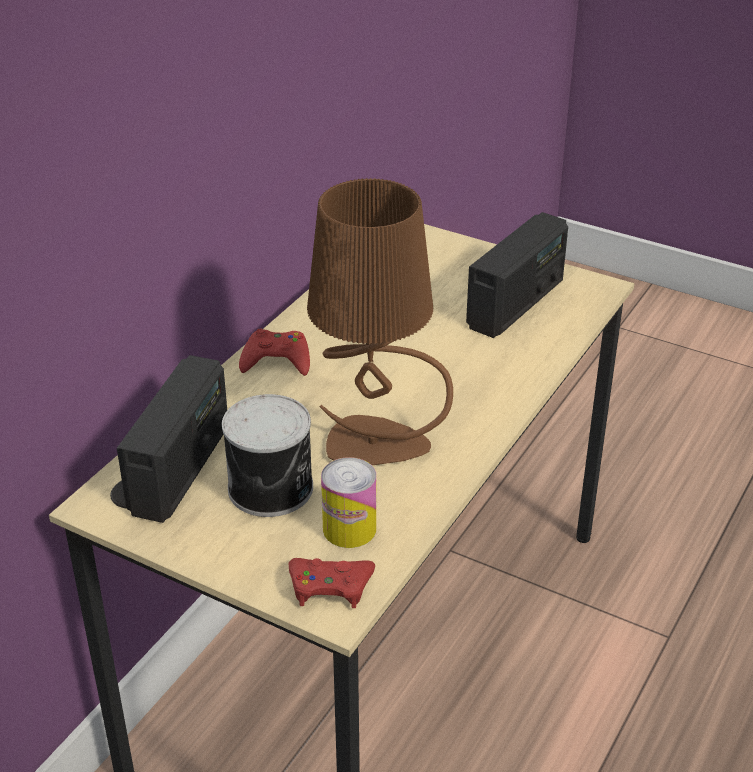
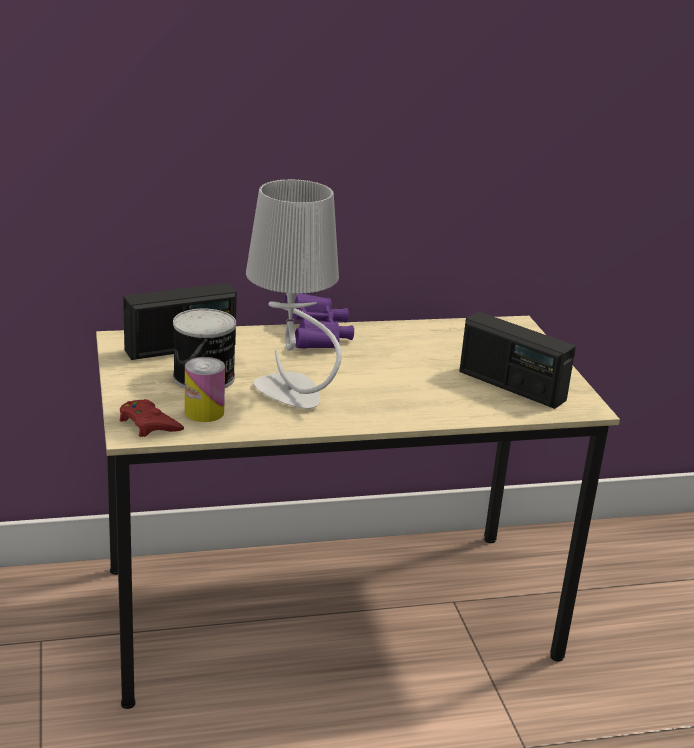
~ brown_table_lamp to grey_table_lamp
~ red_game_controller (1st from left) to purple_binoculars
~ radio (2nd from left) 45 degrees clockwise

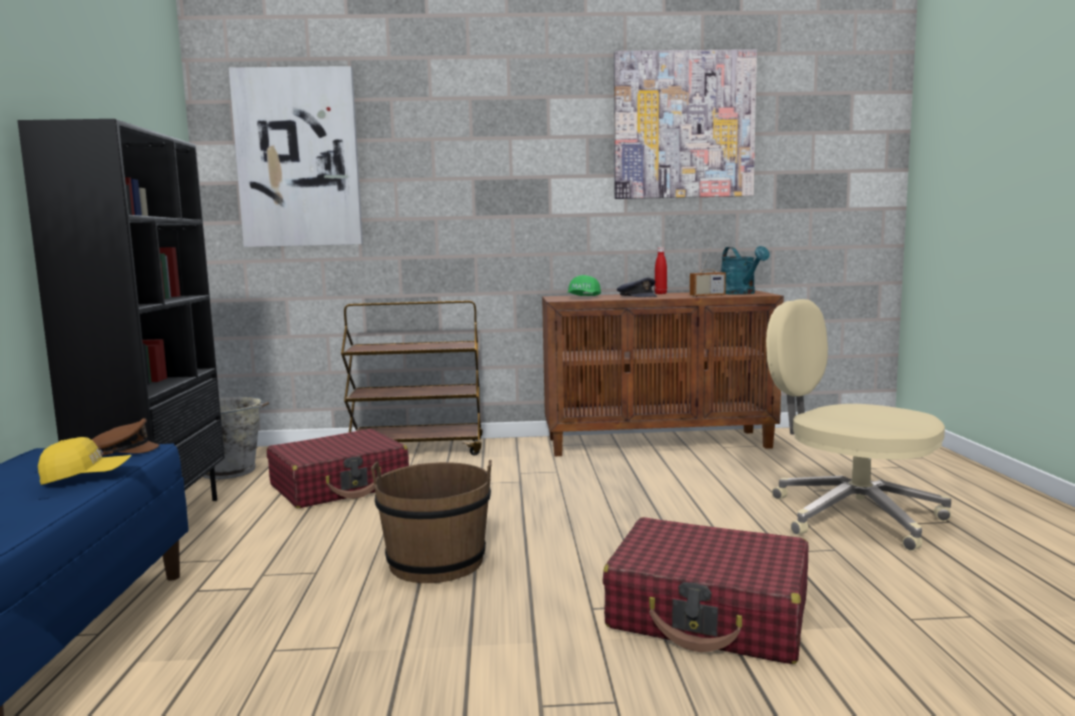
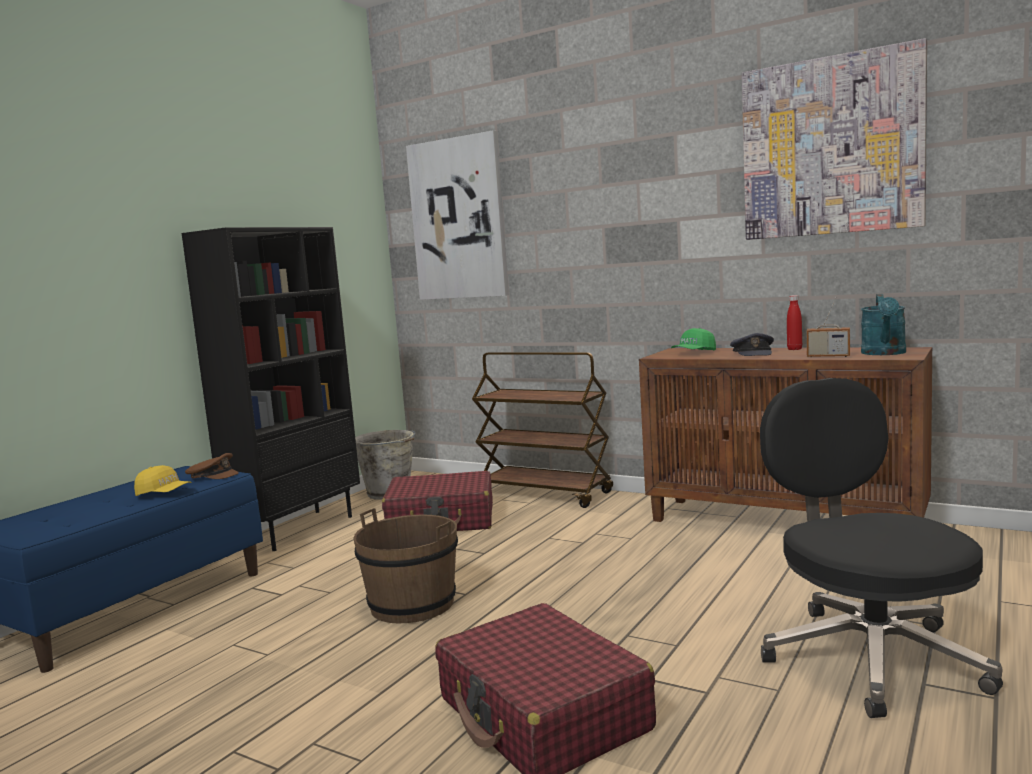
~ beige_office_chair to black_office_chair

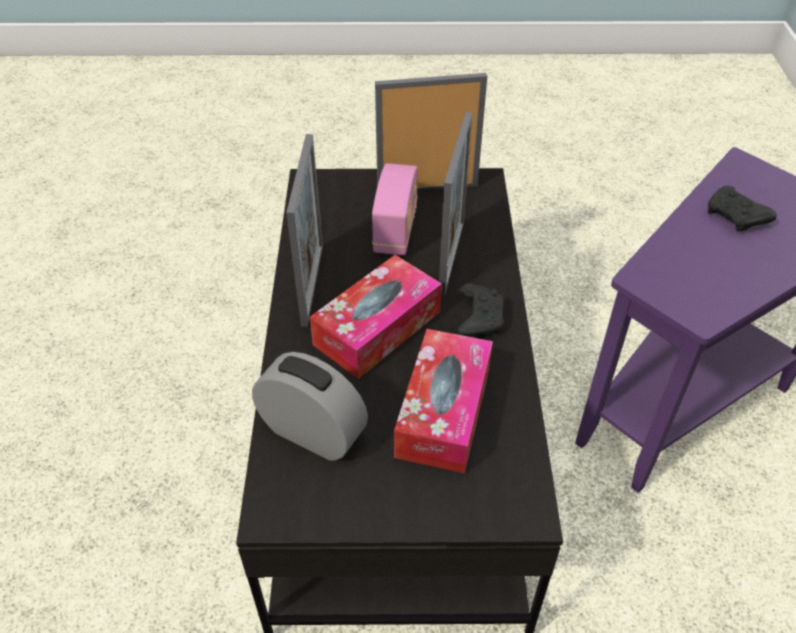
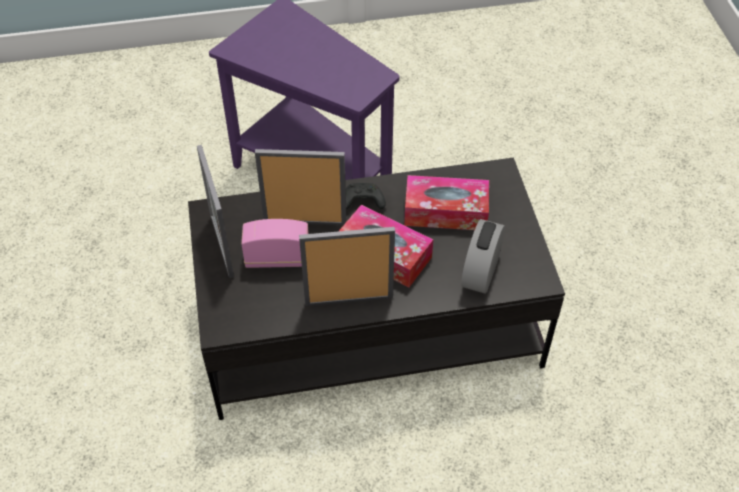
- black_game_controller (2nd from left)

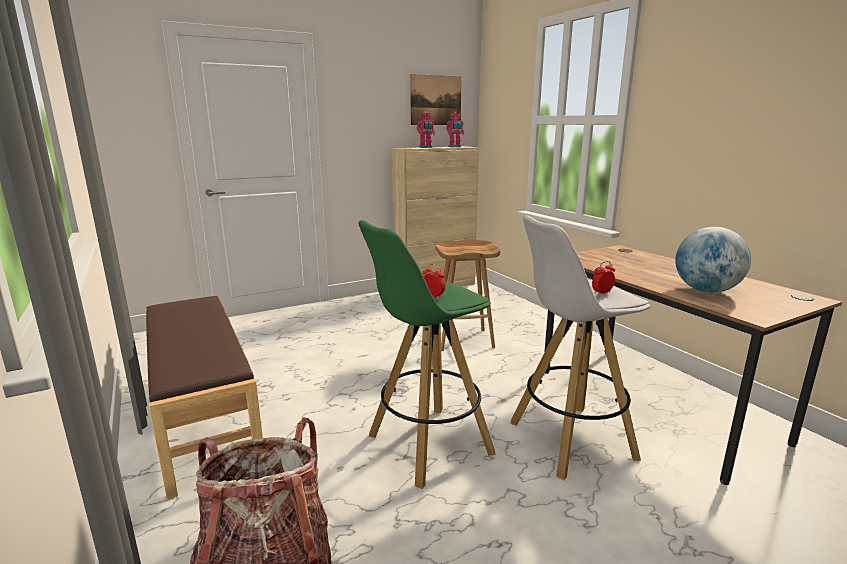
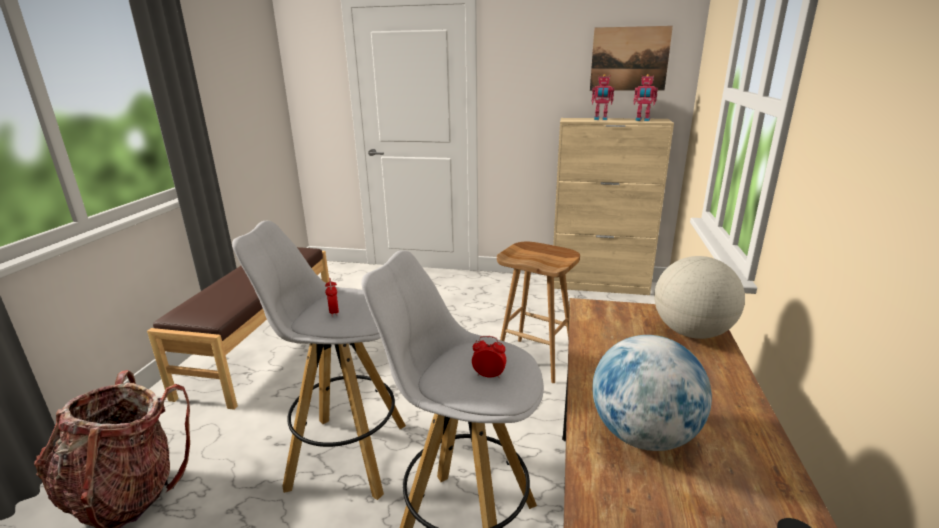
~ green_stool to white_stool (1st from left)
+ globe (2nd from left)

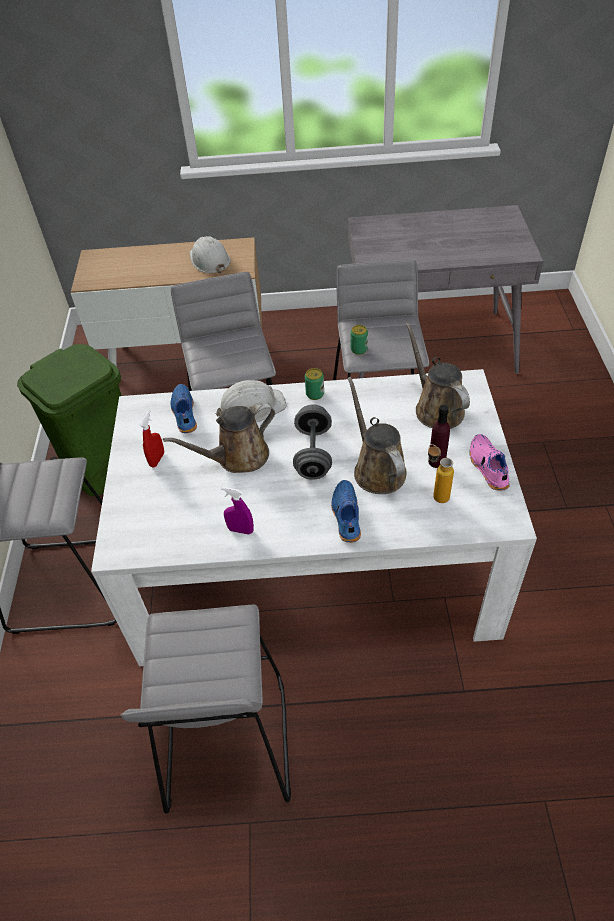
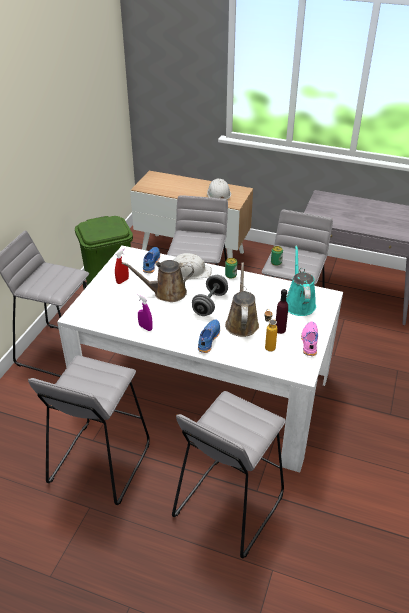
+ grey_stool (4th from left)
~ brown_watering_can (3rd from left) to turquoise_watering_can

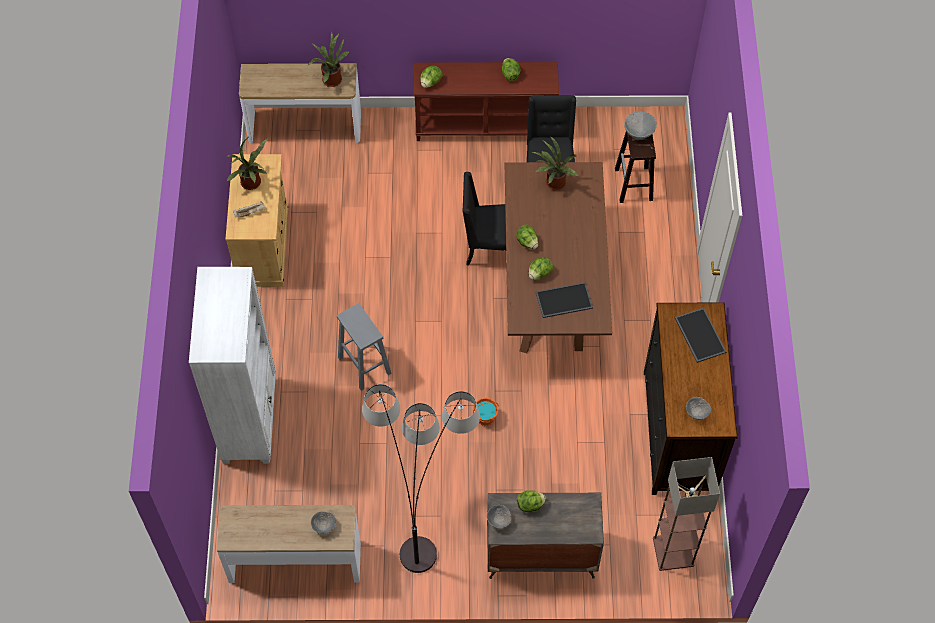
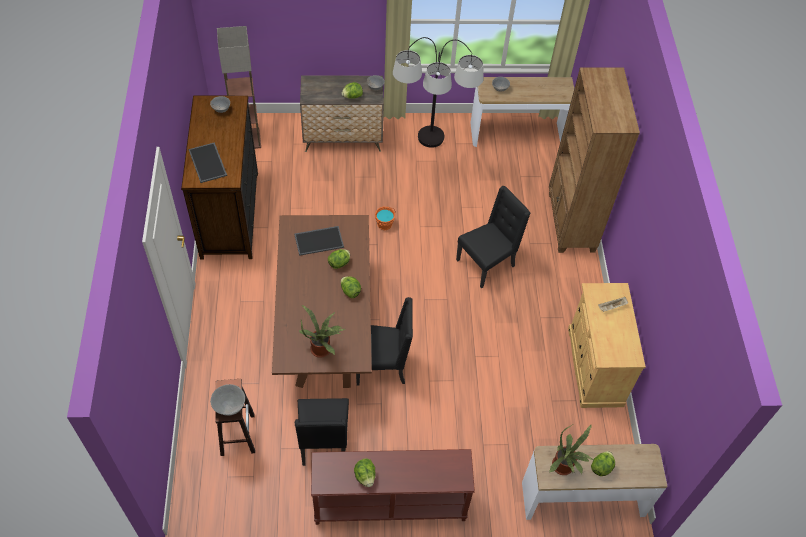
~ grey_stool to black_chair (3rd from left)
~ white_bookcase to brown_bookcase
~ lettuce (1st from left in the first image) to lettuce (5th from left)
- potted_plant (1st from left)

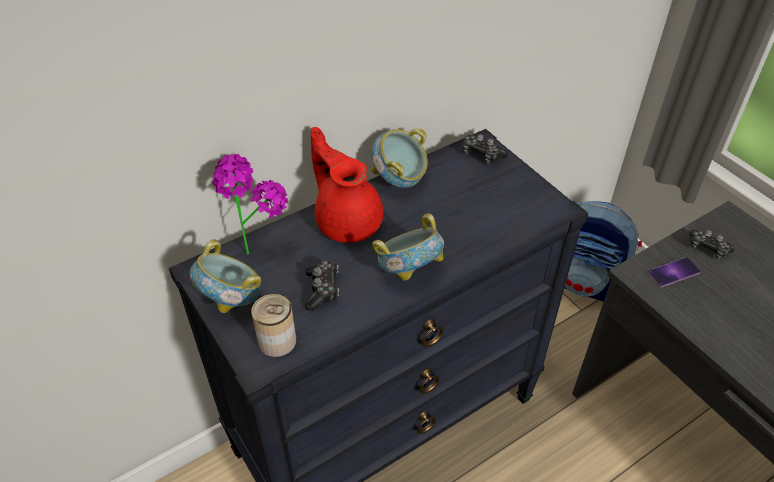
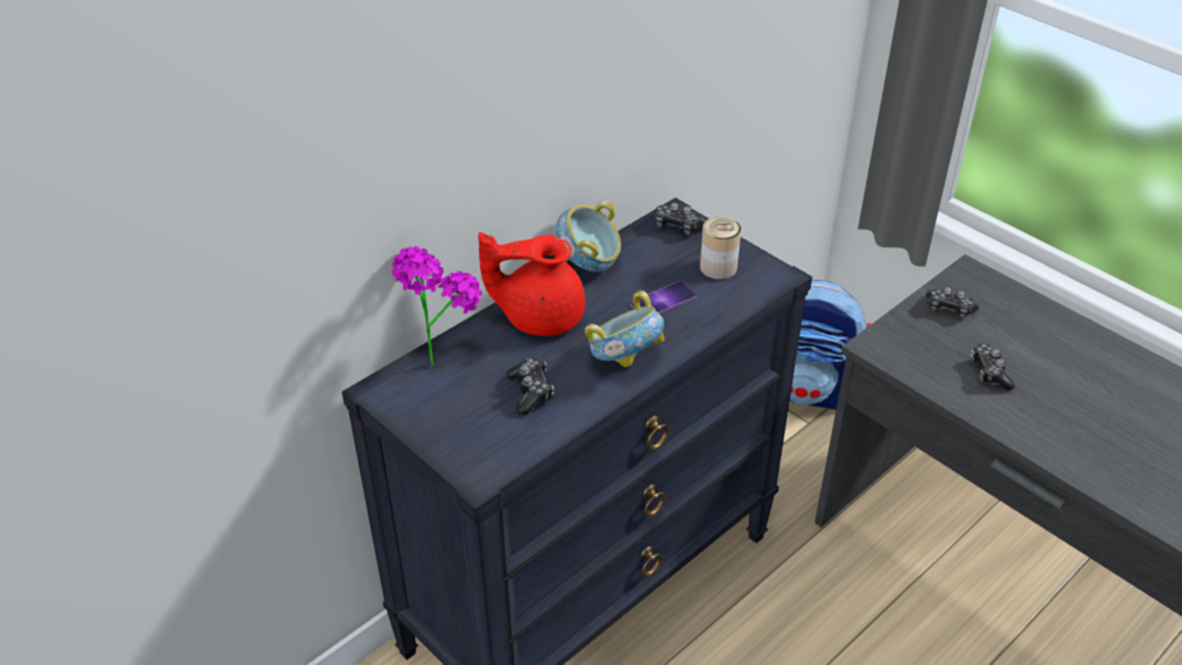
~ red_teapot 45 degrees counterclockwise
~ phone
~ can
+ game_controller (4th from left)
- bowl (1st from left)

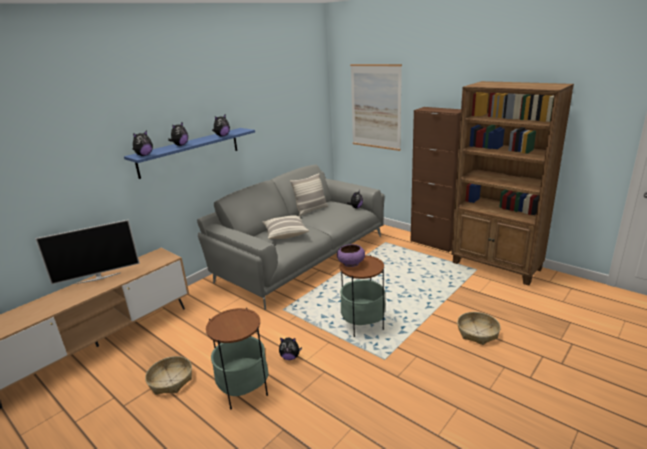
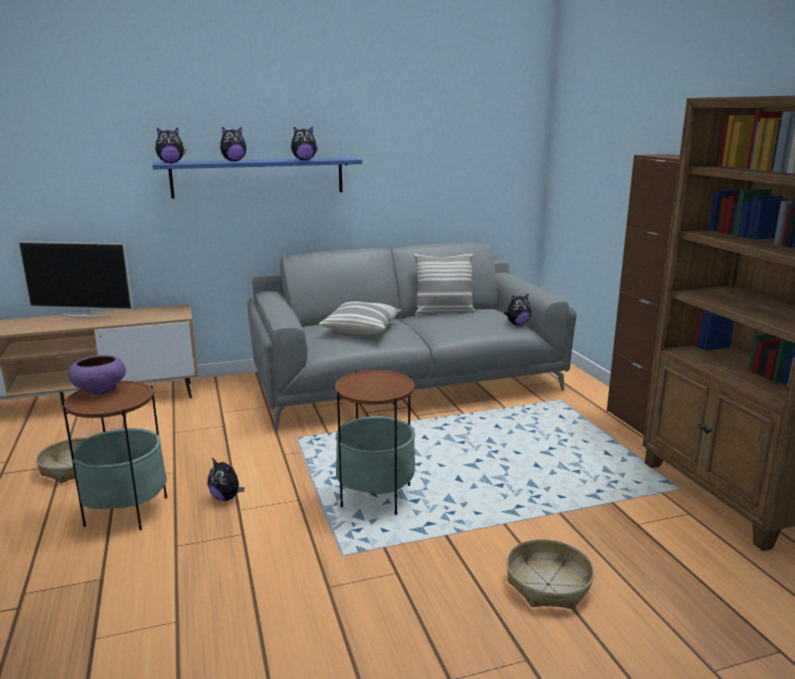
~ purple_bowl
- picture

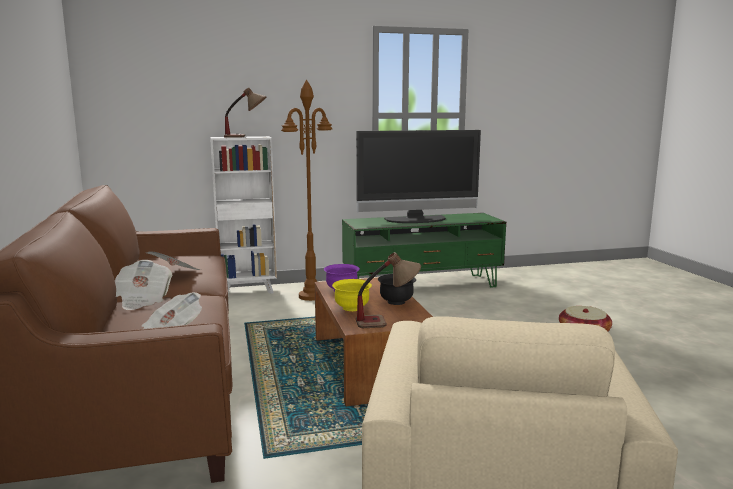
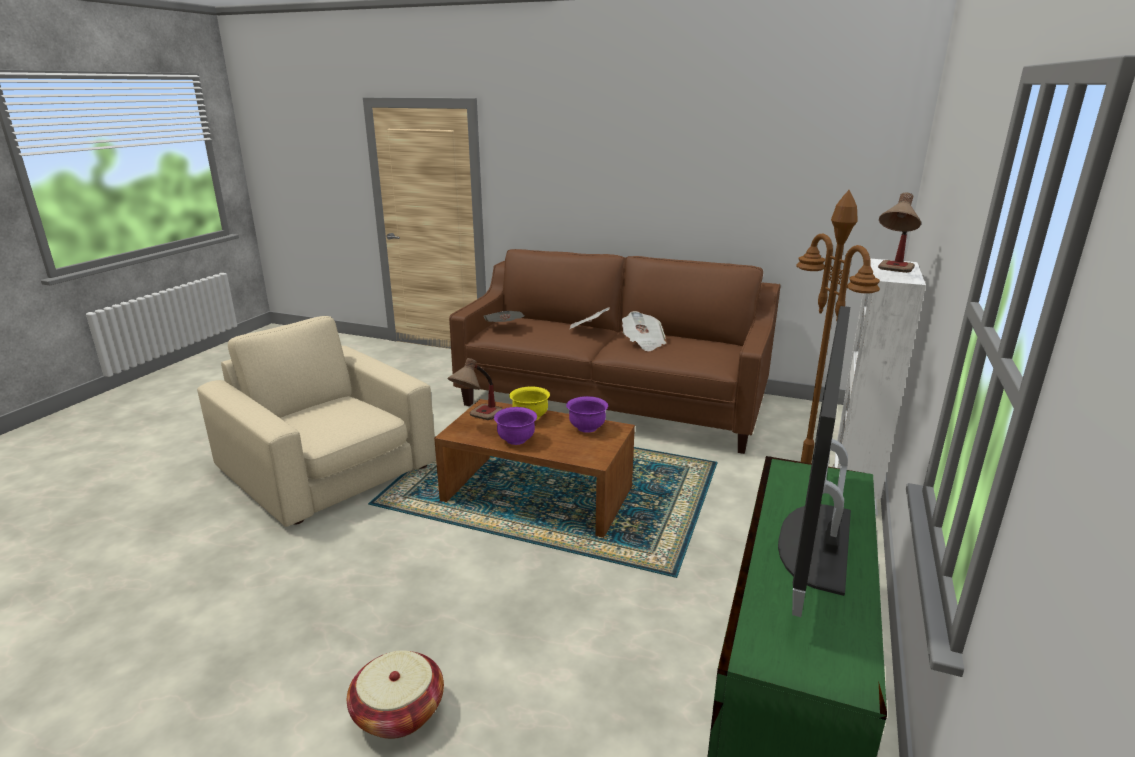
~ black_bowl to purple_bowl (1st from left)

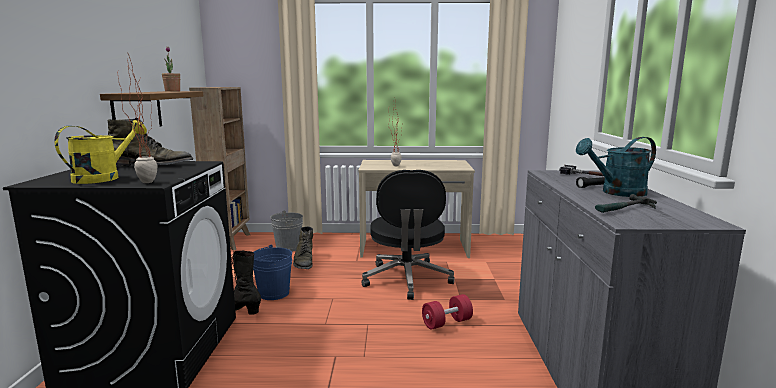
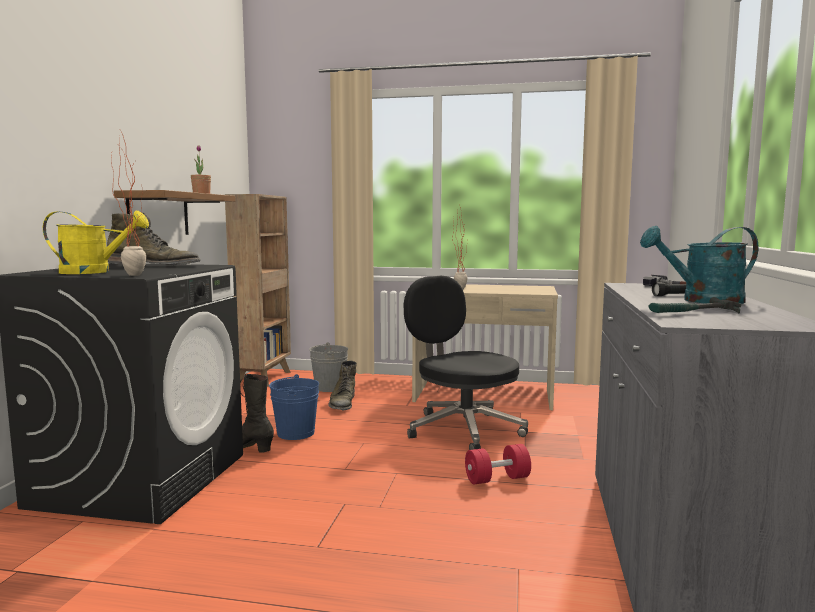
~ yellow_watering_can 45 degrees clockwise
~ black_office_chair 135 degrees clockwise

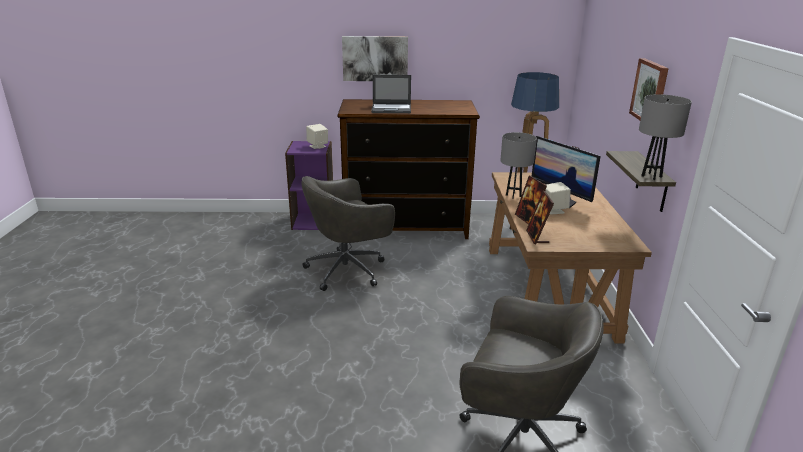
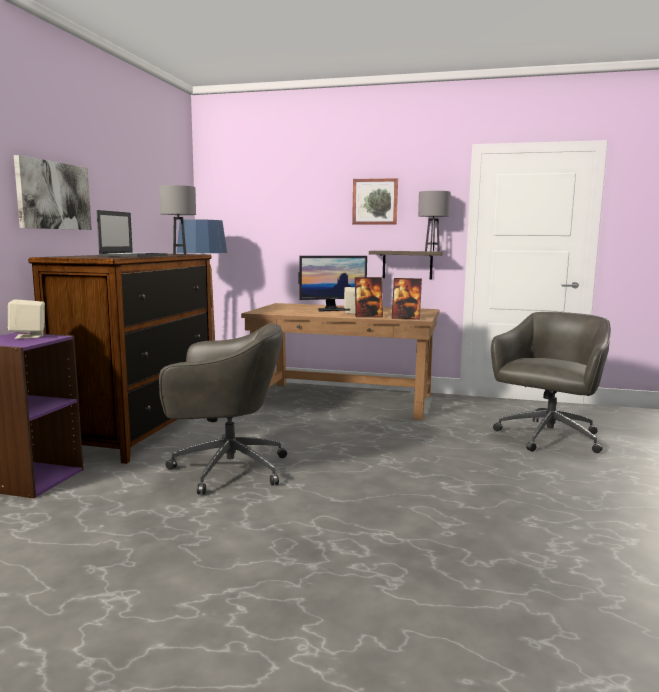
~ grey_table_lamp (1st from left)
~ grey_office_chair (1st from left) 75 degrees counterclockwise

